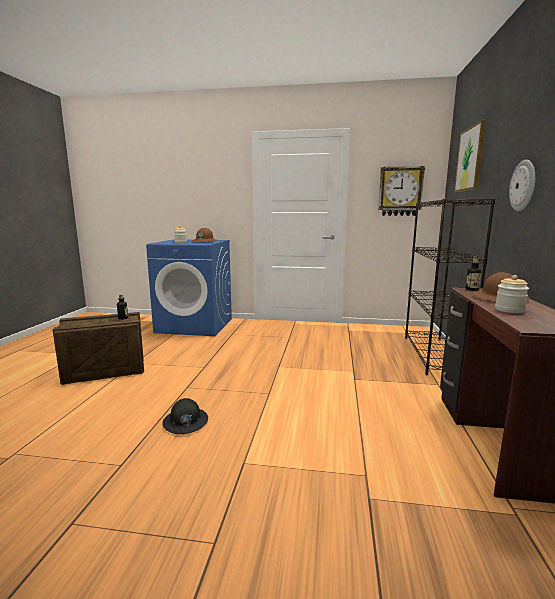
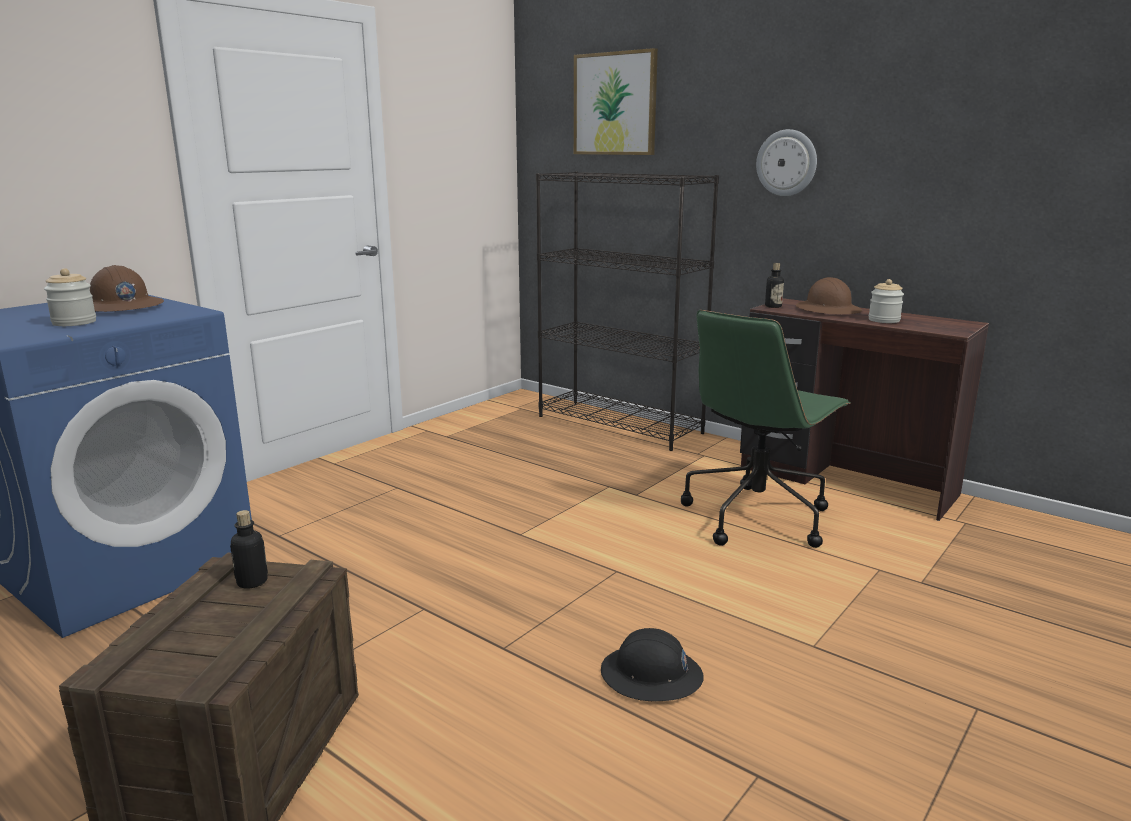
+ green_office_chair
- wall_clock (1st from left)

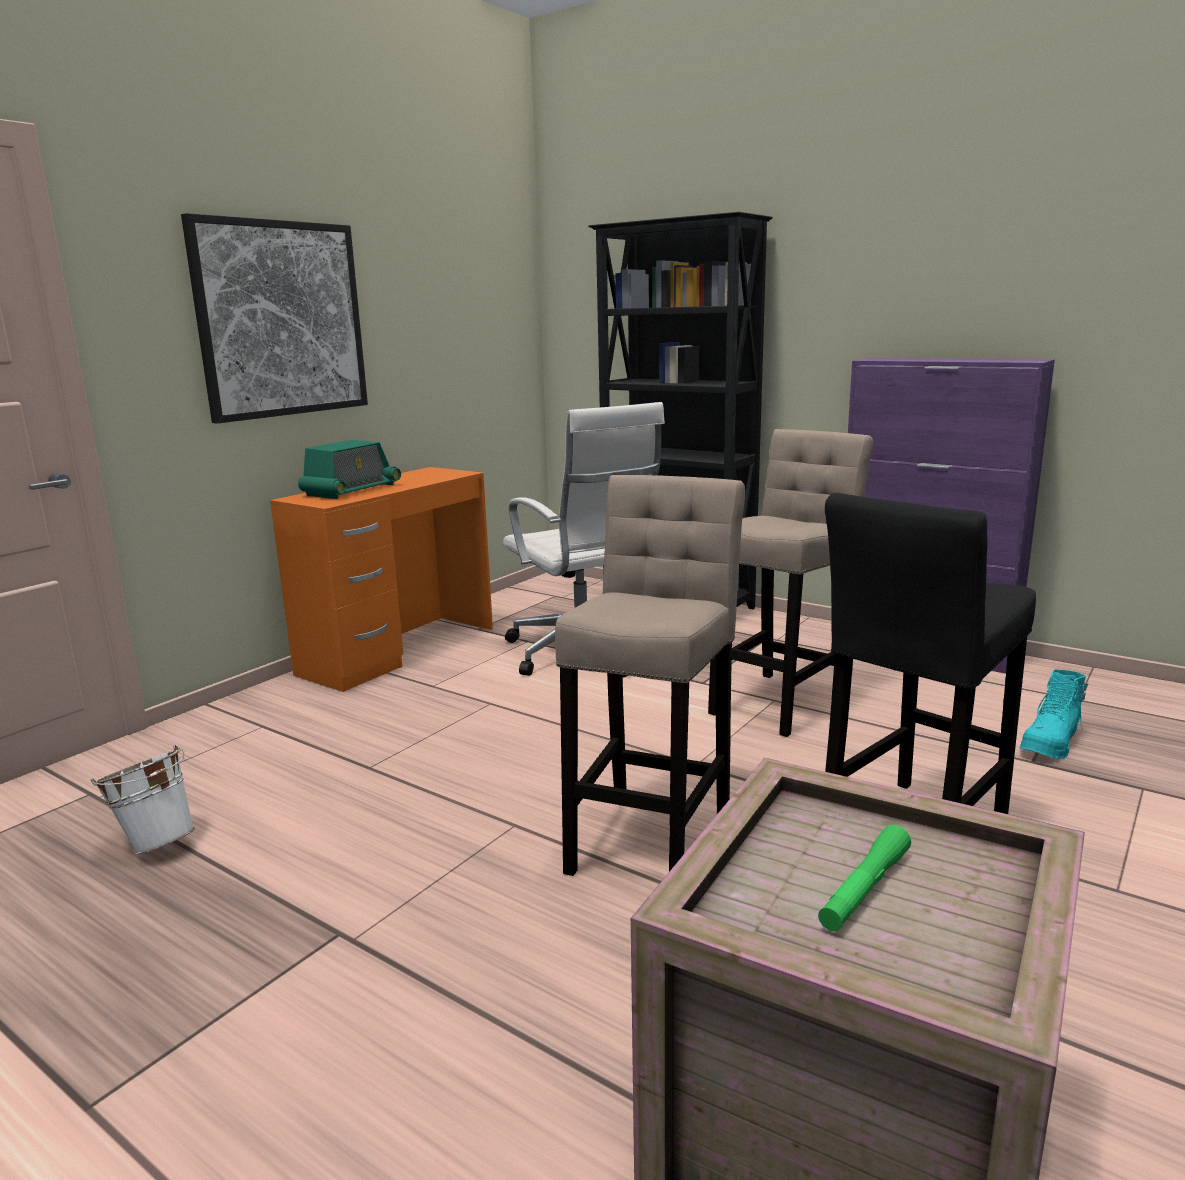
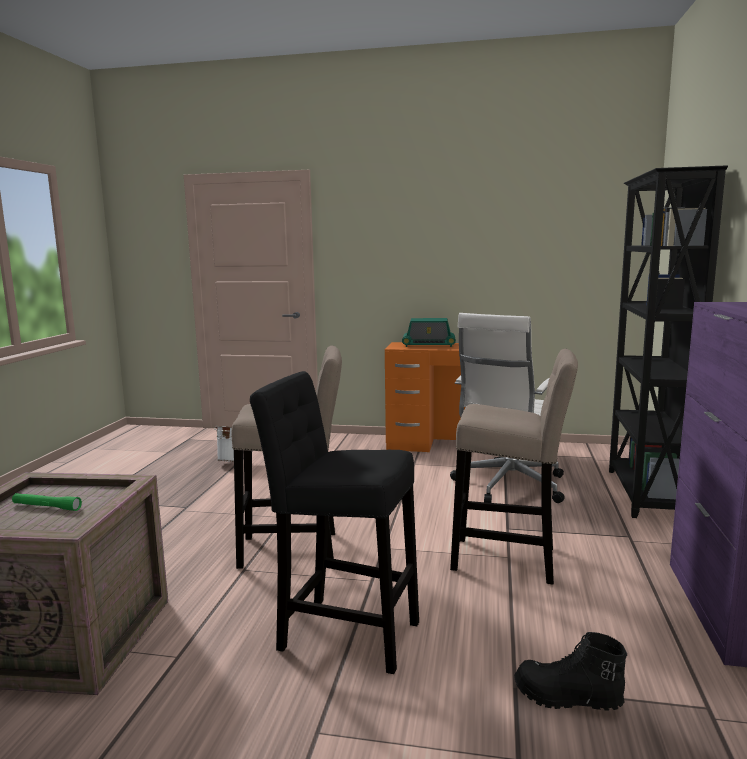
~ turquoise_boot to black_boot
- picture

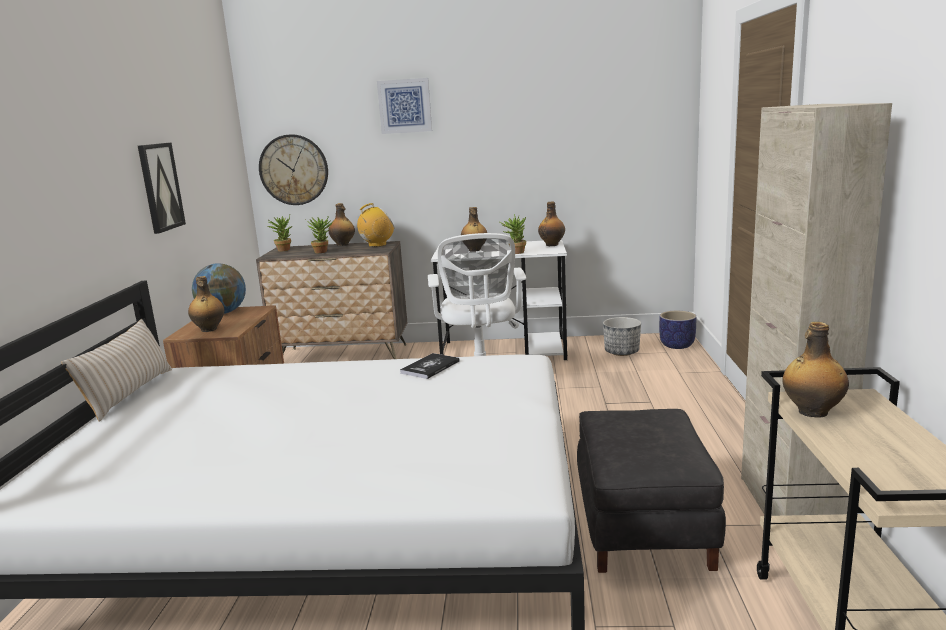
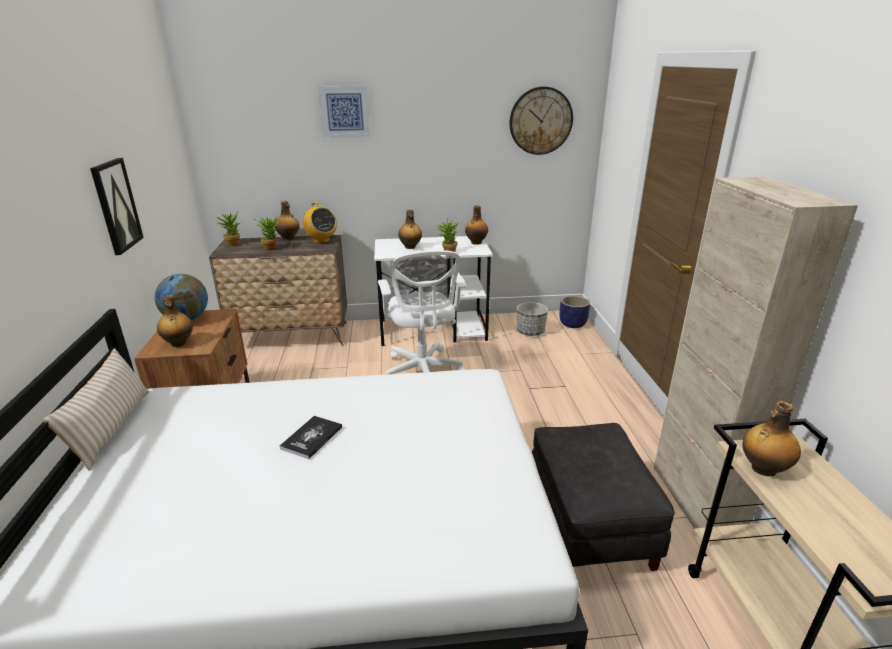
~ book
~ radio 90 degrees clockwise
~ wall_clock

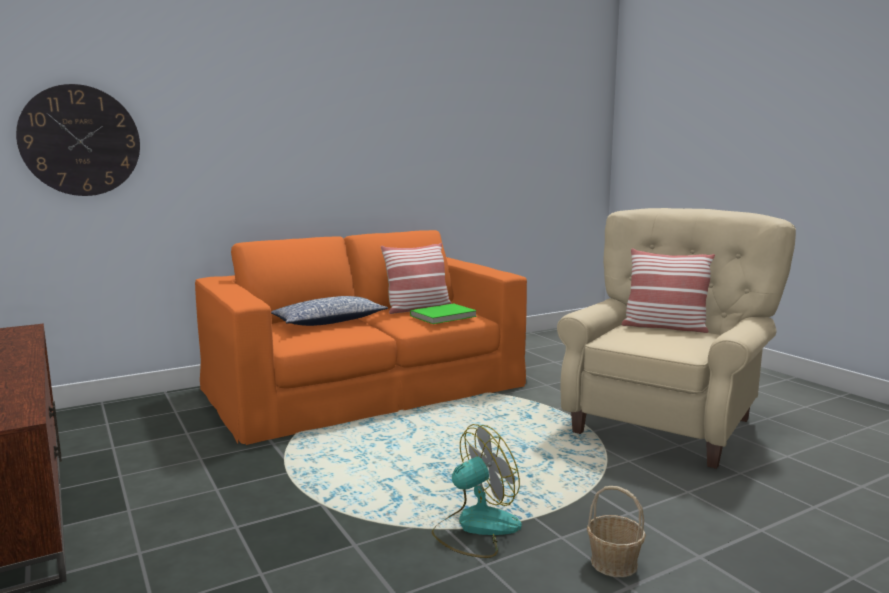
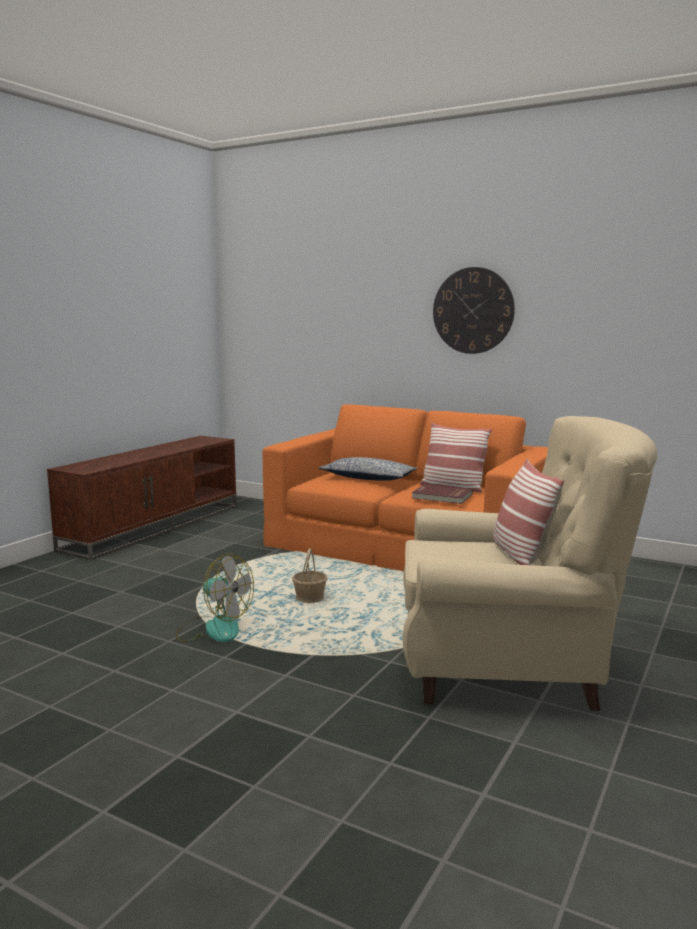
~ basket
~ green_book to red_book
~ wall_clock

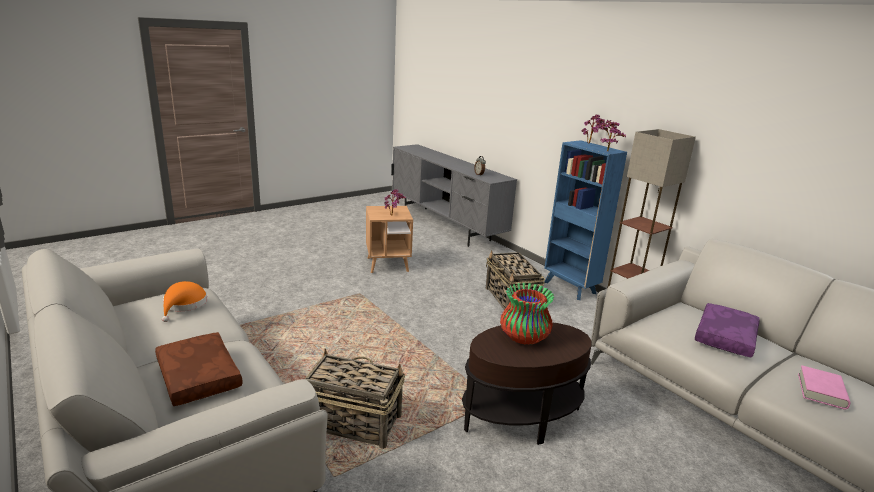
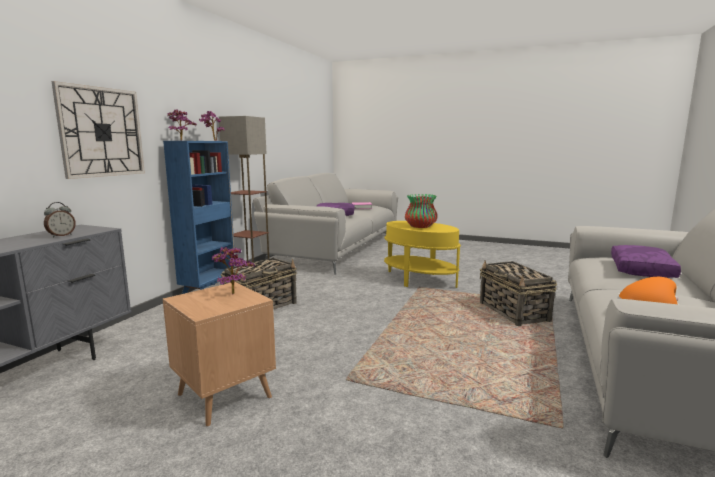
+ wall_clock
~ brown_side_table (2nd from left) to yellow_side_table
~ brown_pillow to purple_pillow (2nd from left)

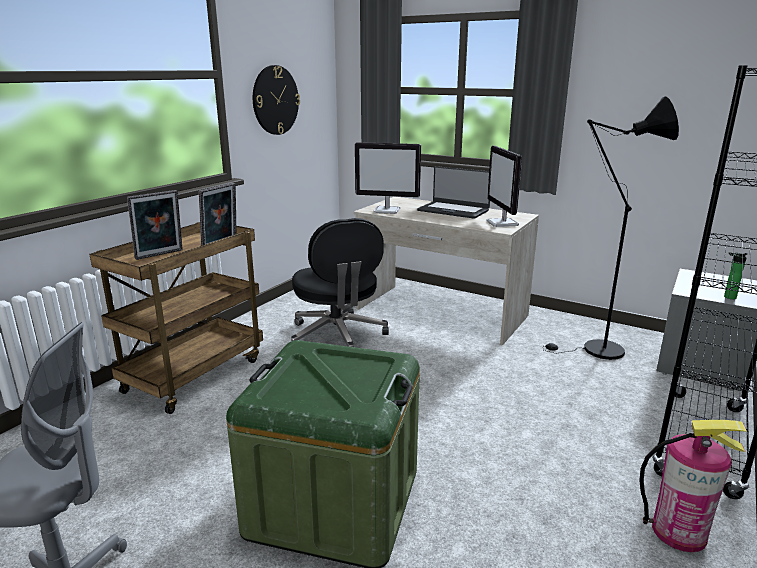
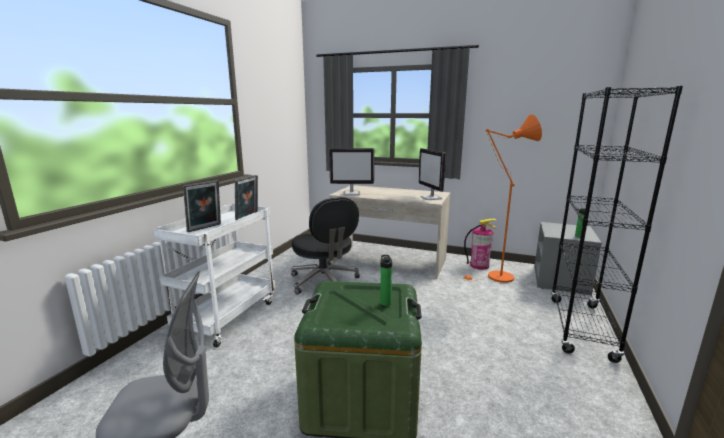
~ brown_cart to white_cart
+ bottle (1st from left)
~ black_floor_lamp to orange_floor_lamp
~ fire_extinguisher
- wall_clock
- laptop

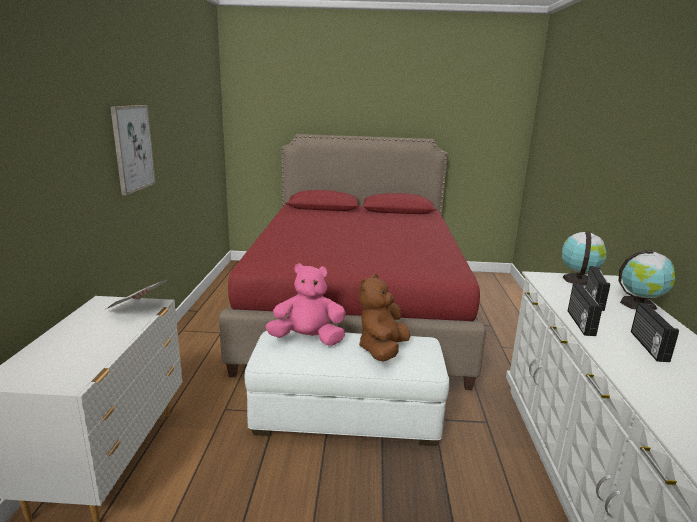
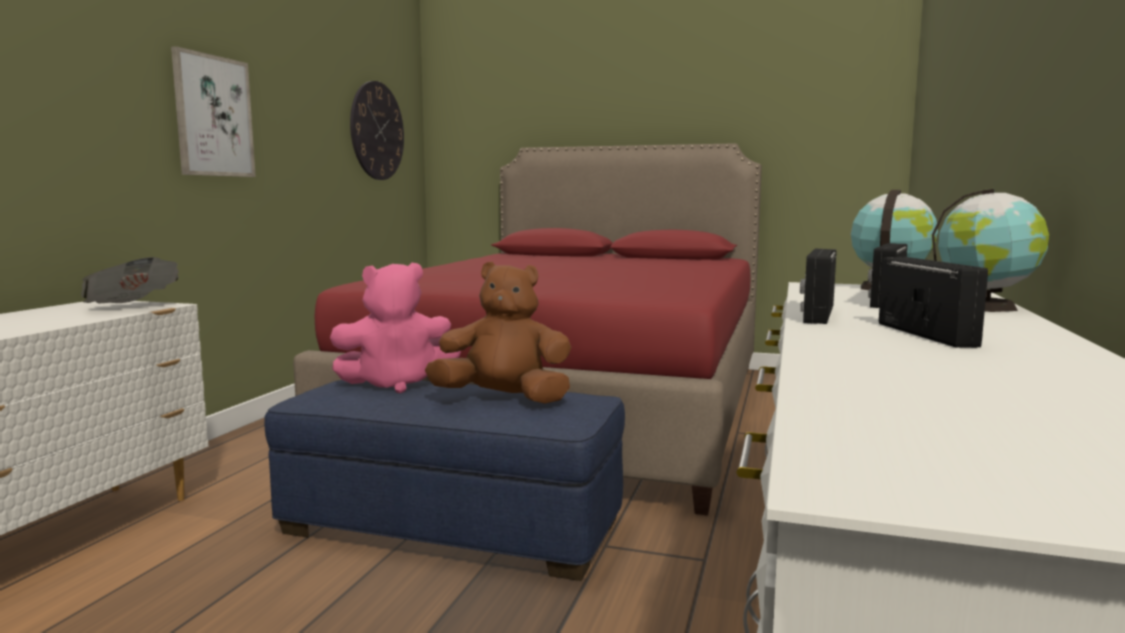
~ white_ottoman to blue_ottoman
~ pink_plush_toy 150 degrees clockwise
+ wall_clock
~ brown_plush_toy 60 degrees clockwise
~ radio (3rd from left) 150 degrees clockwise

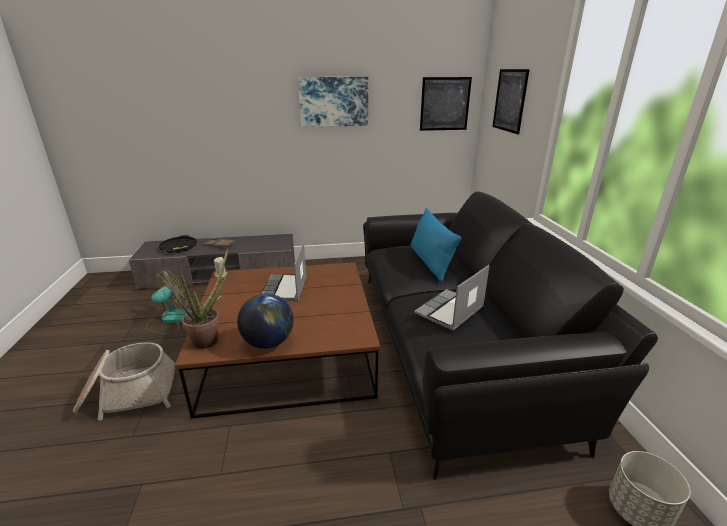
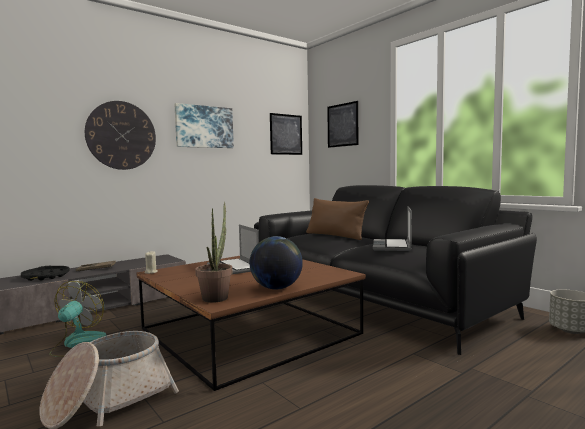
+ wall_clock
~ blue_pillow to brown_pillow

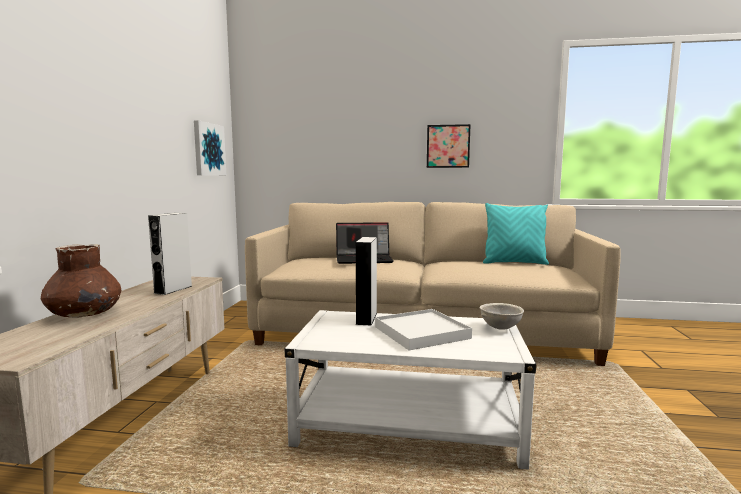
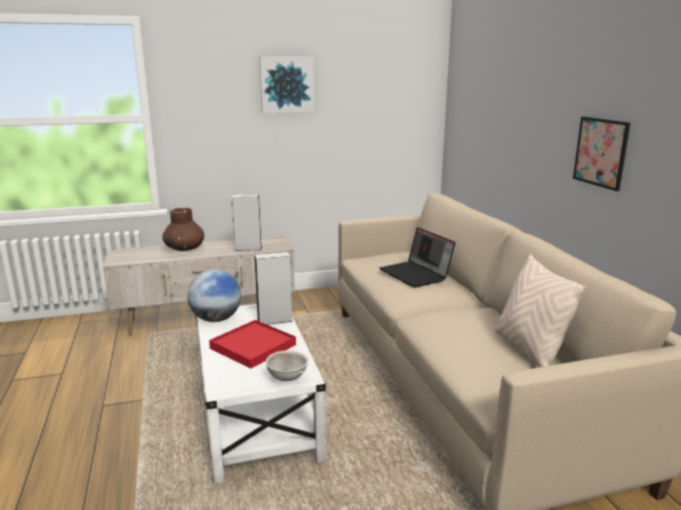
+ globe
~ white_tray to red_tray
~ picture (1st from left)
~ turquoise_pillow to beige_pillow

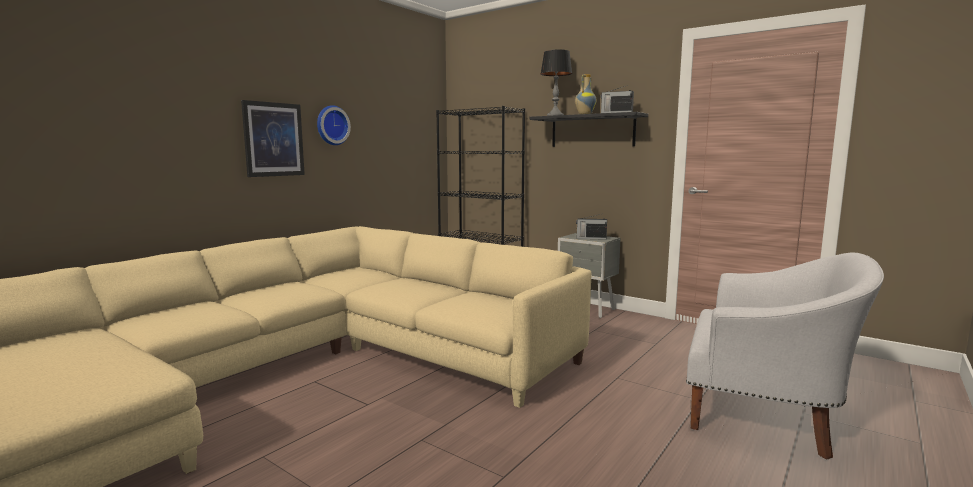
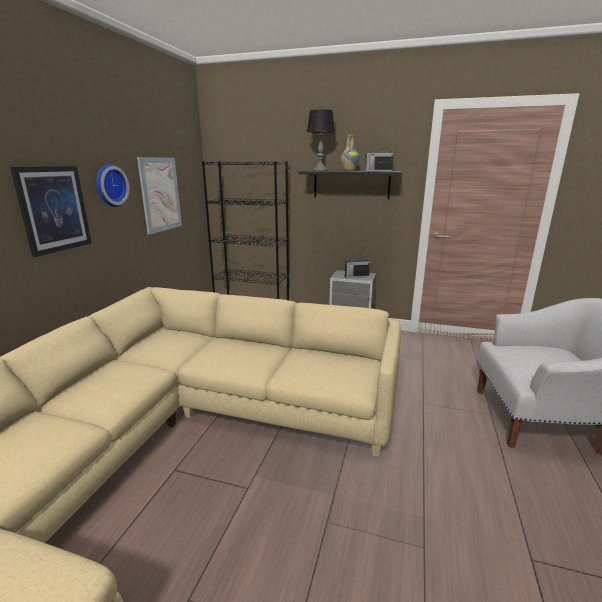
+ picture (2nd from left)

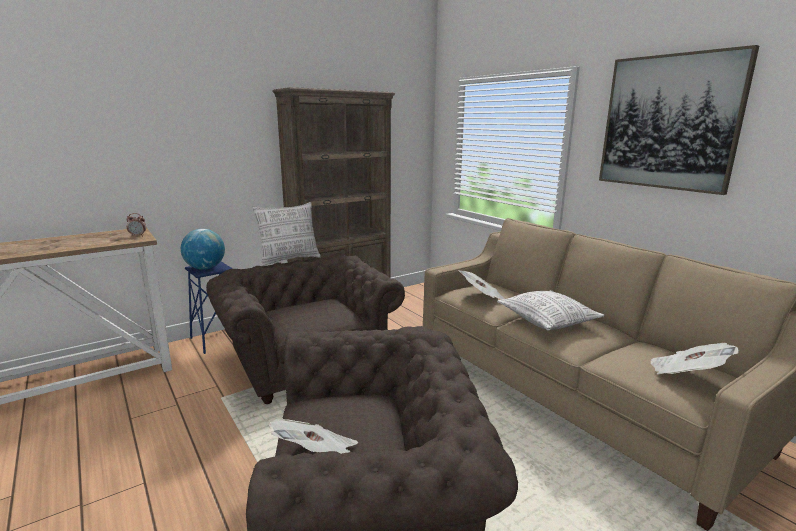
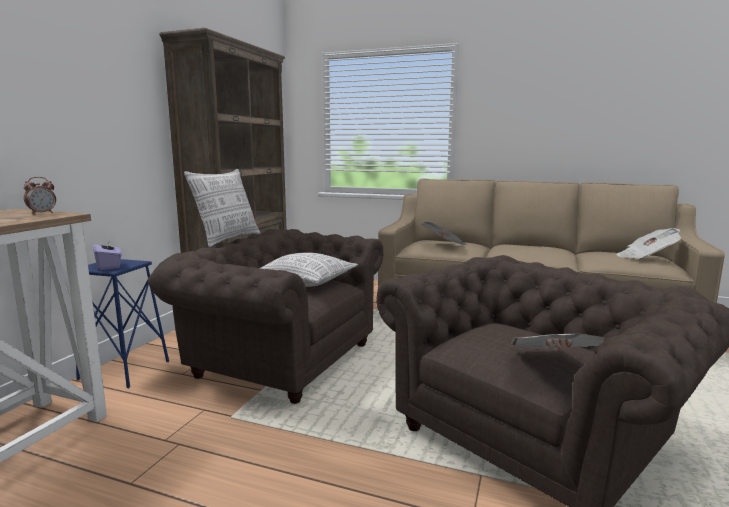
~ globe to purple_tissue_box
~ pillow (2nd from left)
- picture

